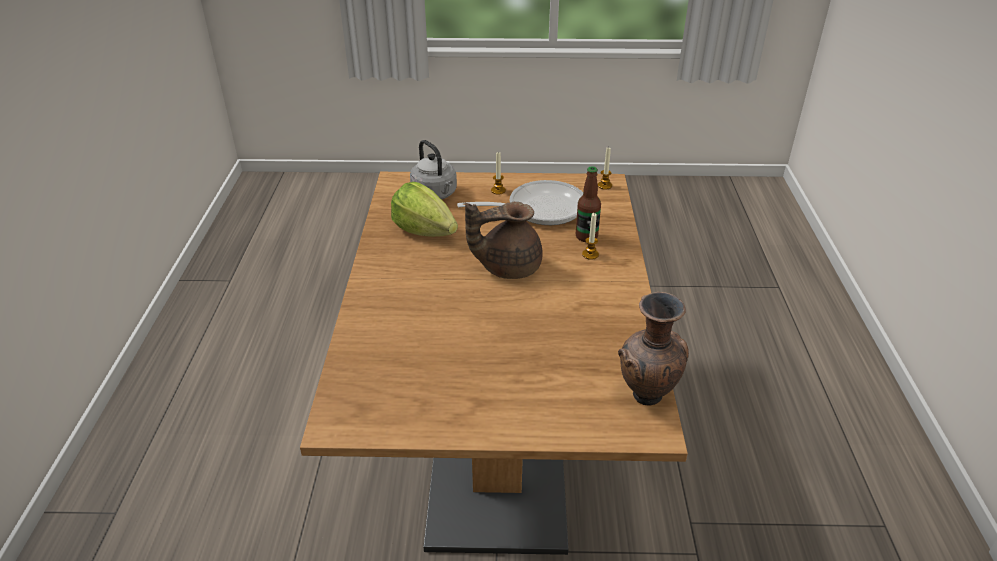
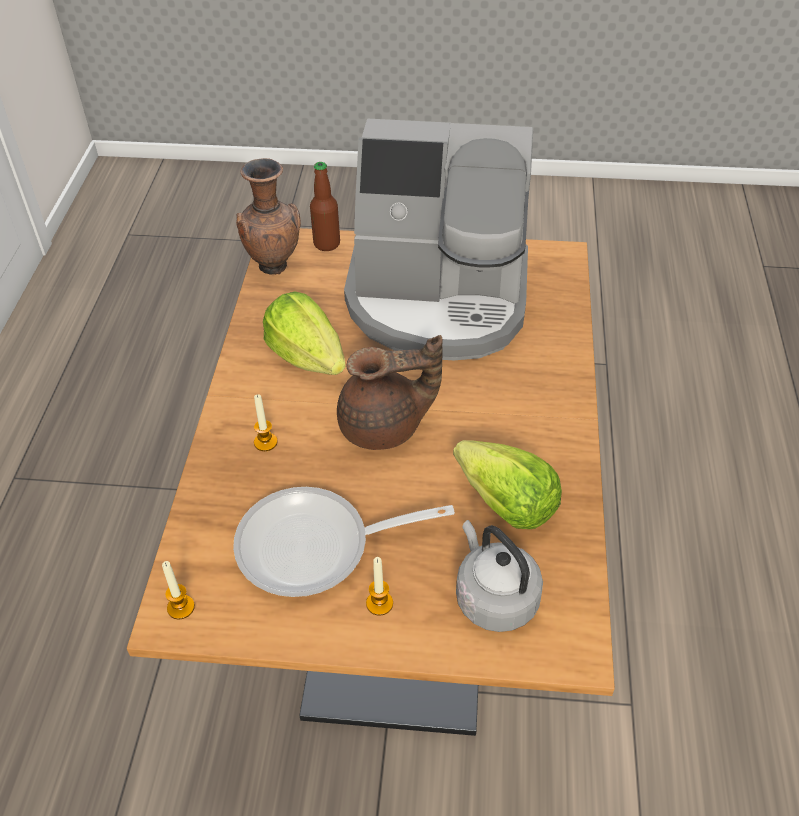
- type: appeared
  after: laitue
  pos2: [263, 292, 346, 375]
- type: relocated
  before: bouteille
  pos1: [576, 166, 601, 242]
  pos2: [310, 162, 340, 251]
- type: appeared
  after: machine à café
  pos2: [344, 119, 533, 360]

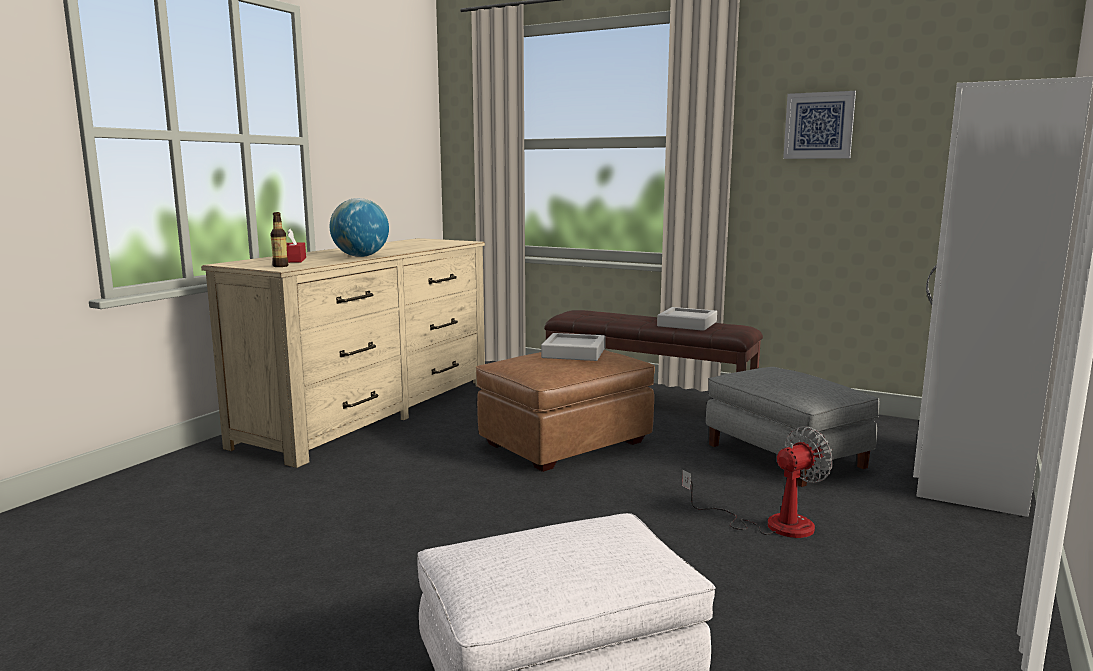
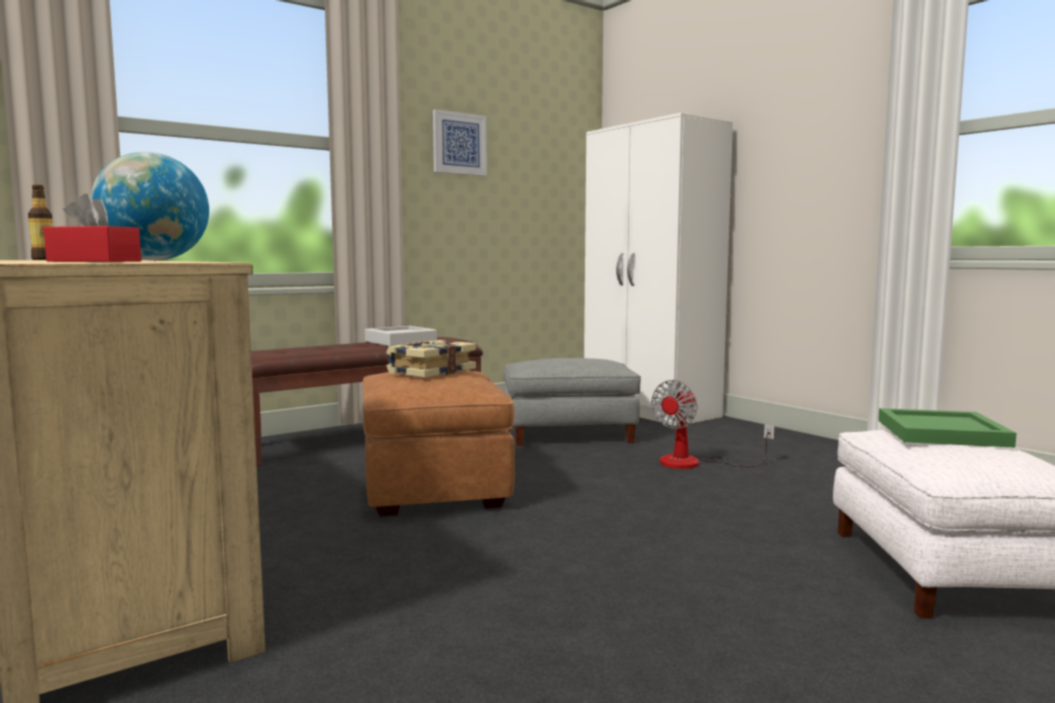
- type: relocated
  before: bouteille
  pos1: [270, 212, 288, 267]
  pos2: [28, 185, 53, 260]
- type: exchanged
  before: plateau [gris]
  after: livre
  pos1: [541, 333, 606, 361]
  pos2: [386, 340, 476, 378]
- type: spun
  before: ventilateur
  pos1: [682, 427, 834, 538]
  pos2: [651, 380, 775, 469]
  turn: -135
- type: appeared
  after: plateau [vert]
  pos2: [878, 408, 1016, 448]

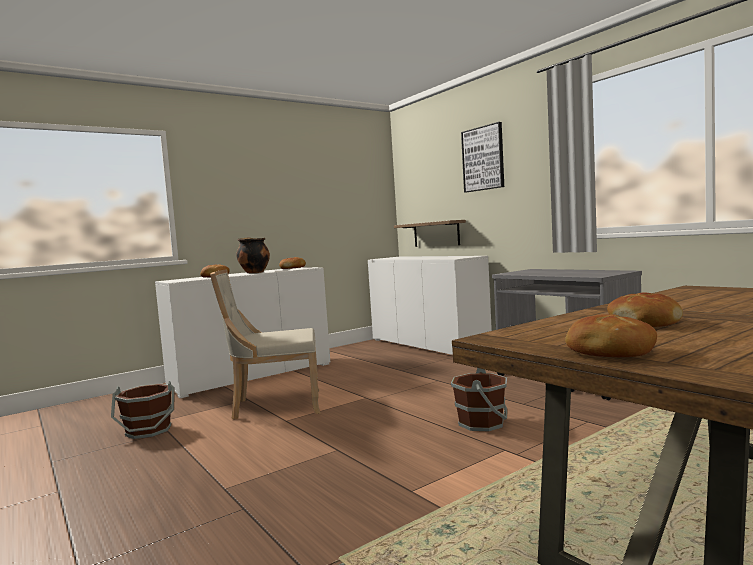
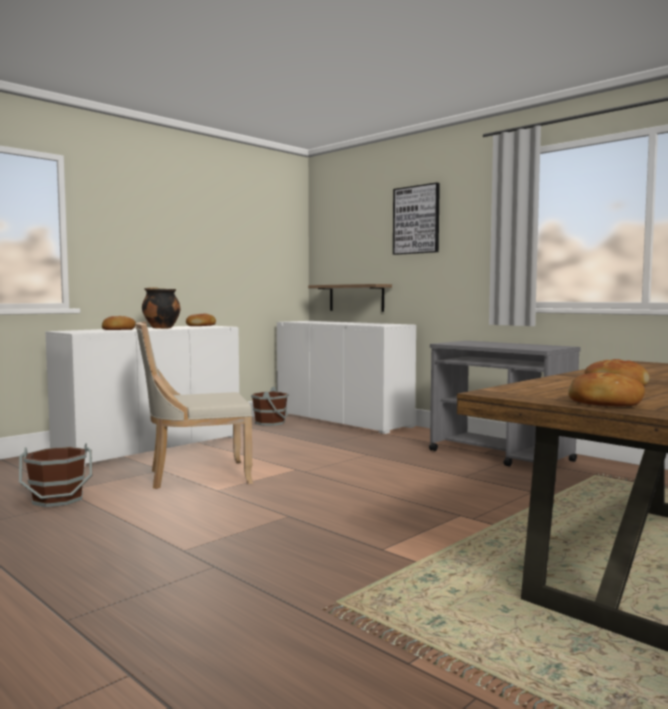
- type: relocated
  before: seau [marron]
  pos1: [451, 368, 508, 431]
  pos2: [251, 387, 289, 426]

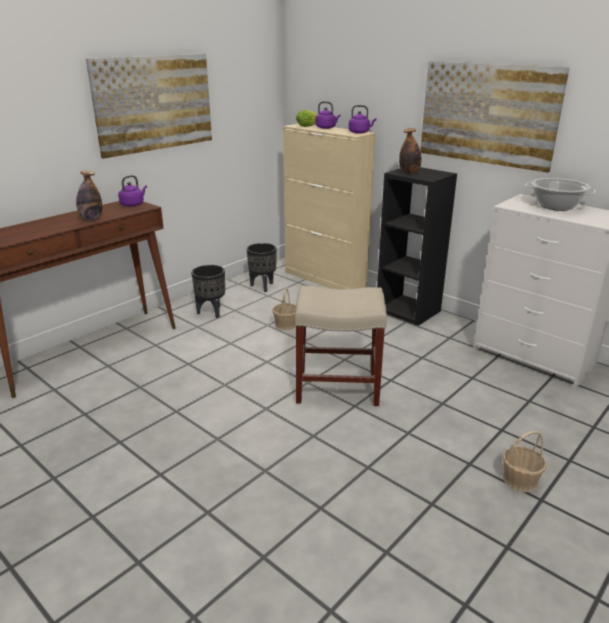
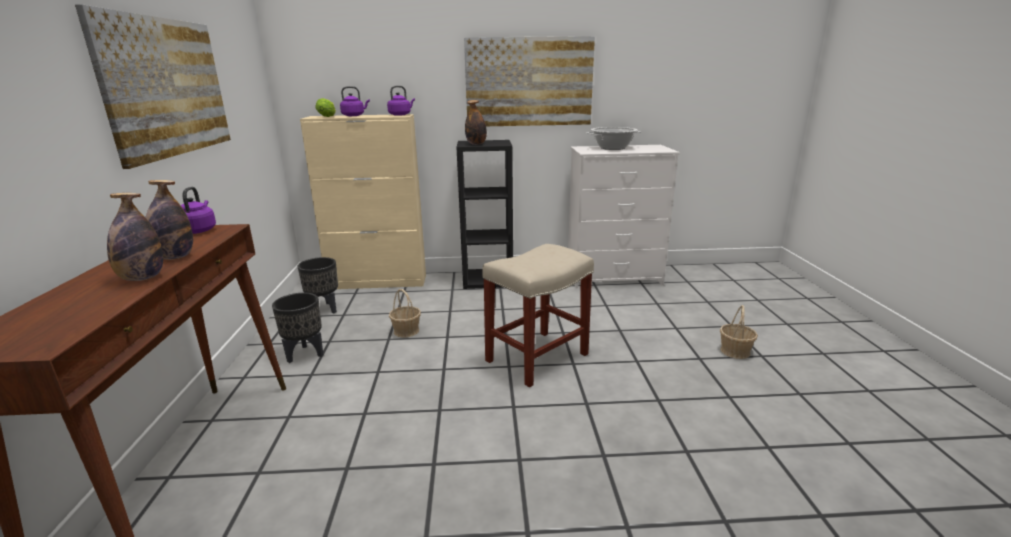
- type: appeared
  after: bouteille
  pos2: [107, 193, 163, 281]

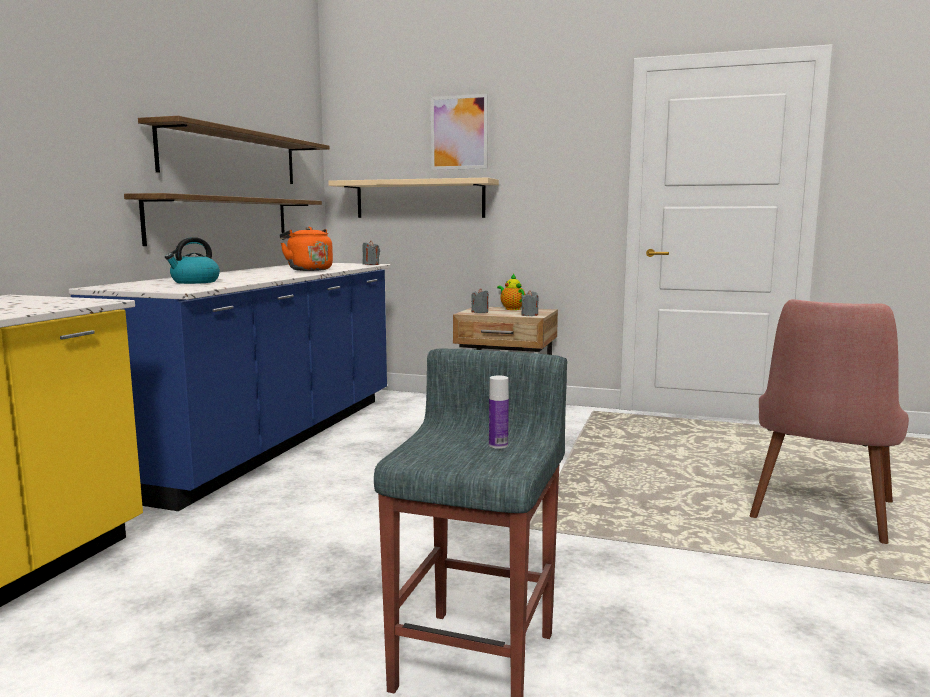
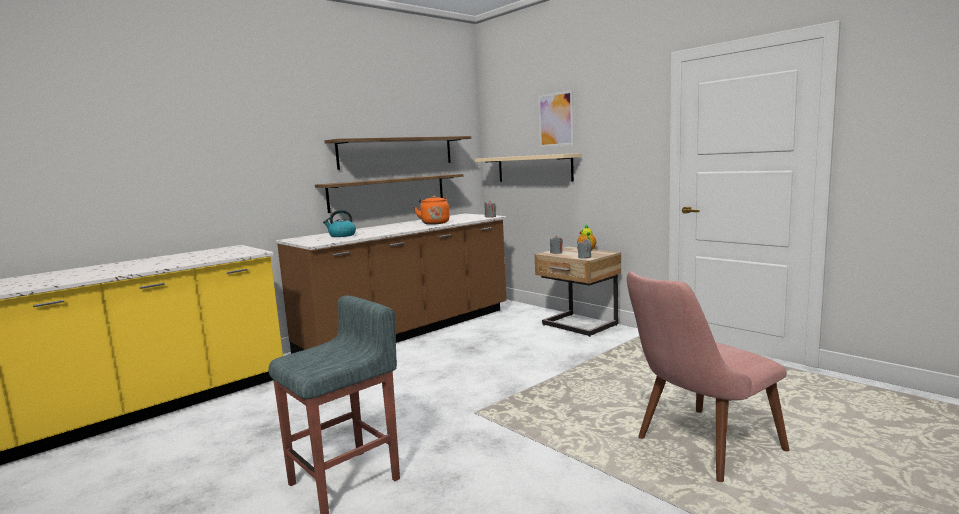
- type: colour
  before: comptoir de cuisine [bleu]
  after: comptoir de cuisine [marron]
  pos1: [69, 263, 391, 511]
  pos2: [276, 214, 506, 354]
- type: missing
  before: bouteille
  pos1: [489, 376, 509, 449]

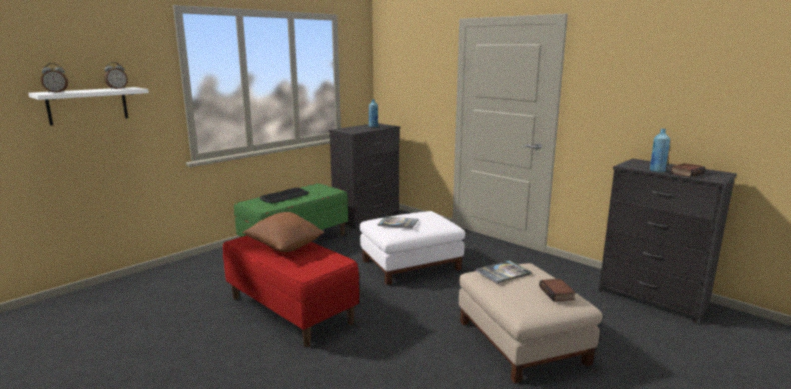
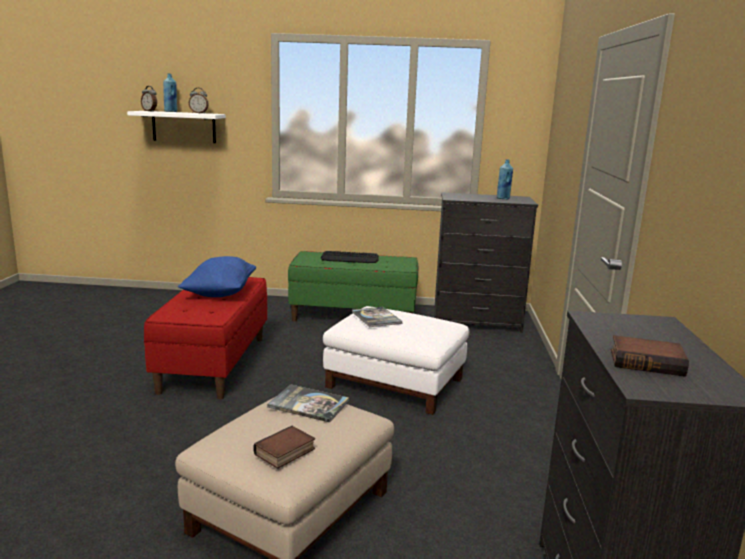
- type: relocated
  before: bouteille [bleu]
  pos1: [650, 129, 670, 172]
  pos2: [163, 74, 177, 112]
- type: colour
  before: coussin [marron]
  after: coussin [bleu]
  pos1: [243, 212, 324, 252]
  pos2: [178, 256, 256, 297]

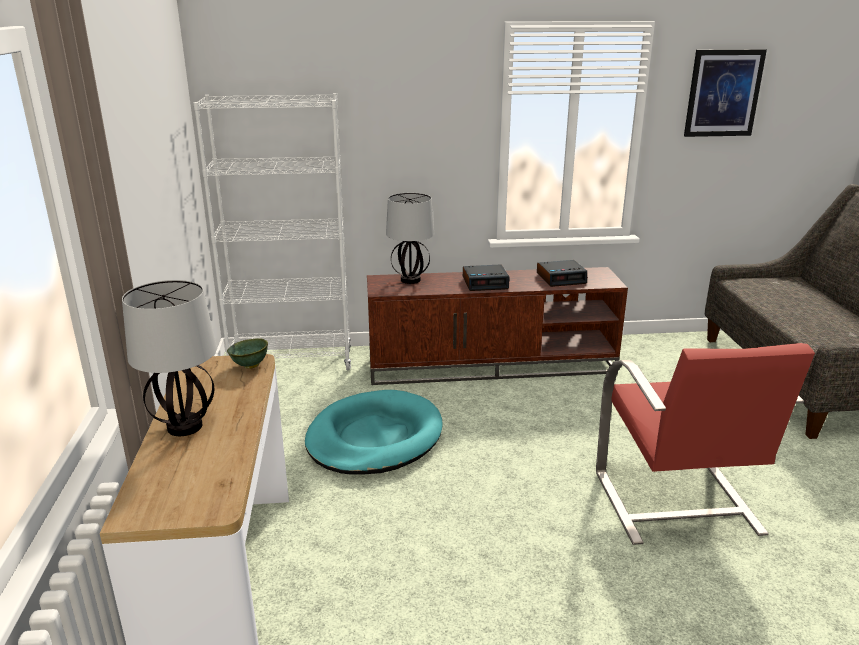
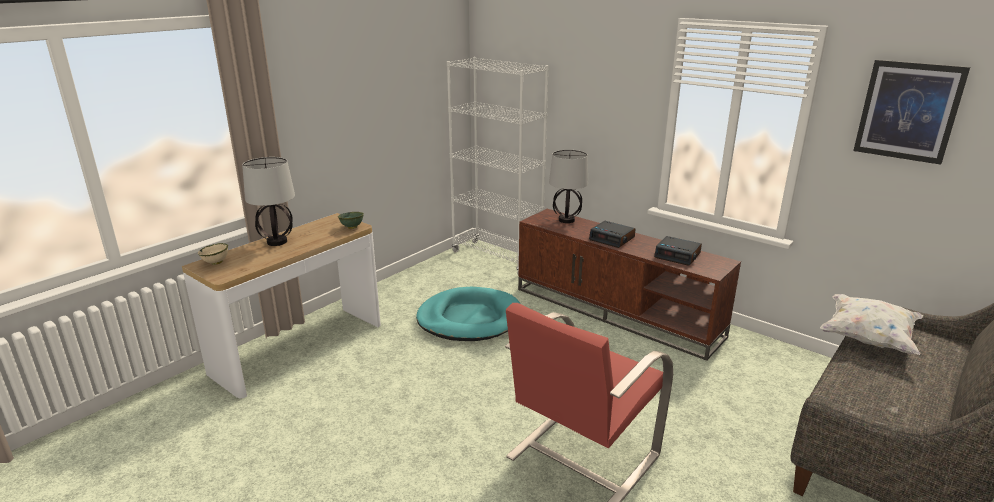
- type: appeared
  after: bol [beige]
  pos2: [198, 243, 228, 265]
- type: appeared
  after: coussin [blanc]
  pos2: [820, 294, 923, 355]

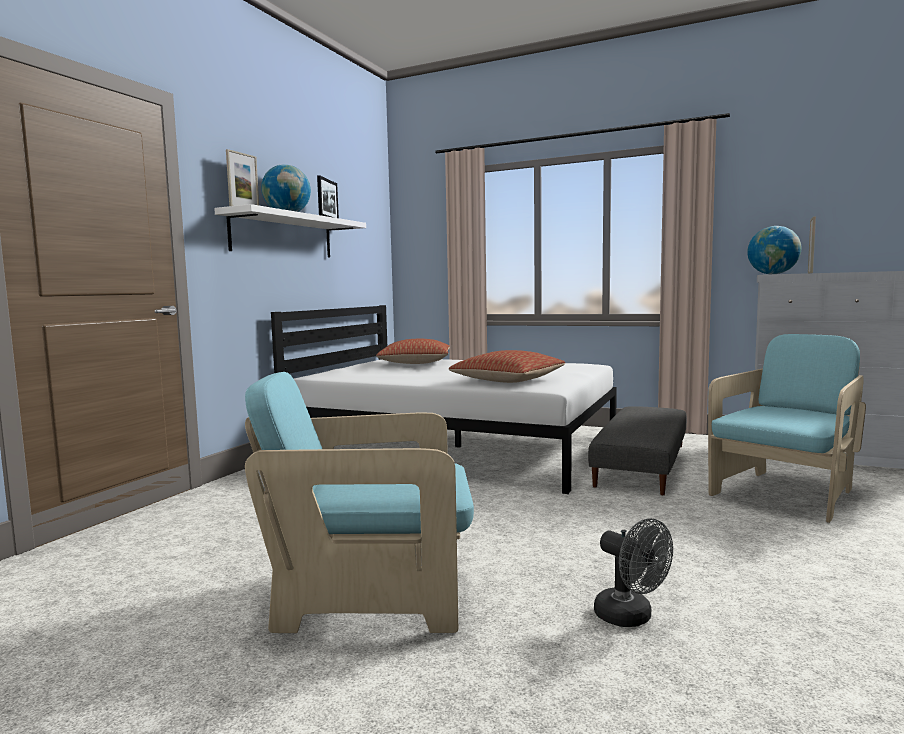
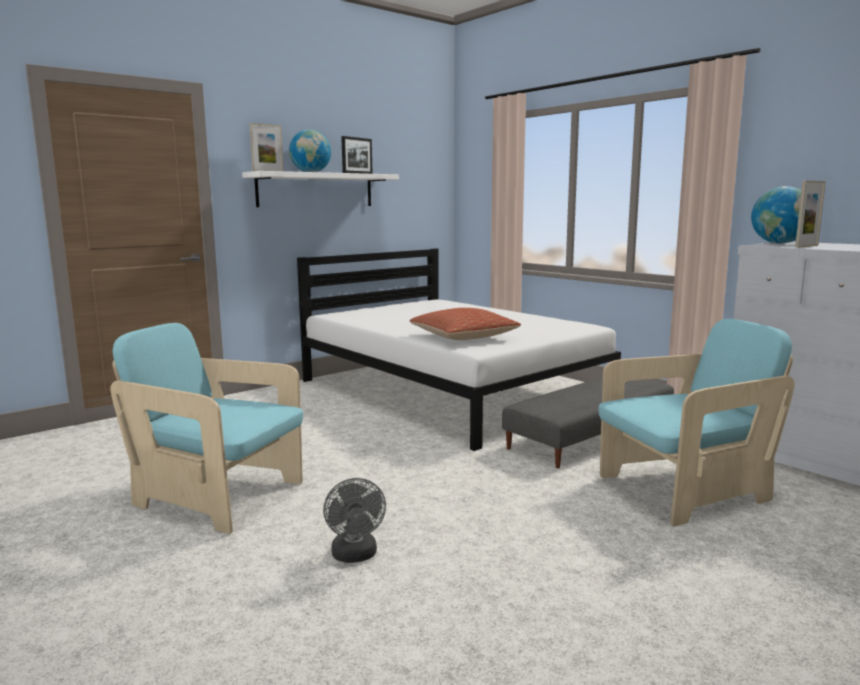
- type: missing
  before: coussin
  pos1: [376, 339, 450, 364]

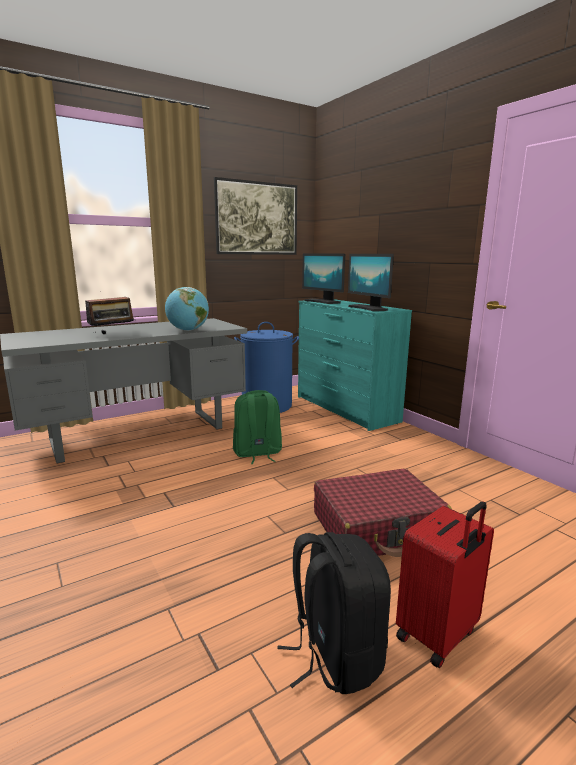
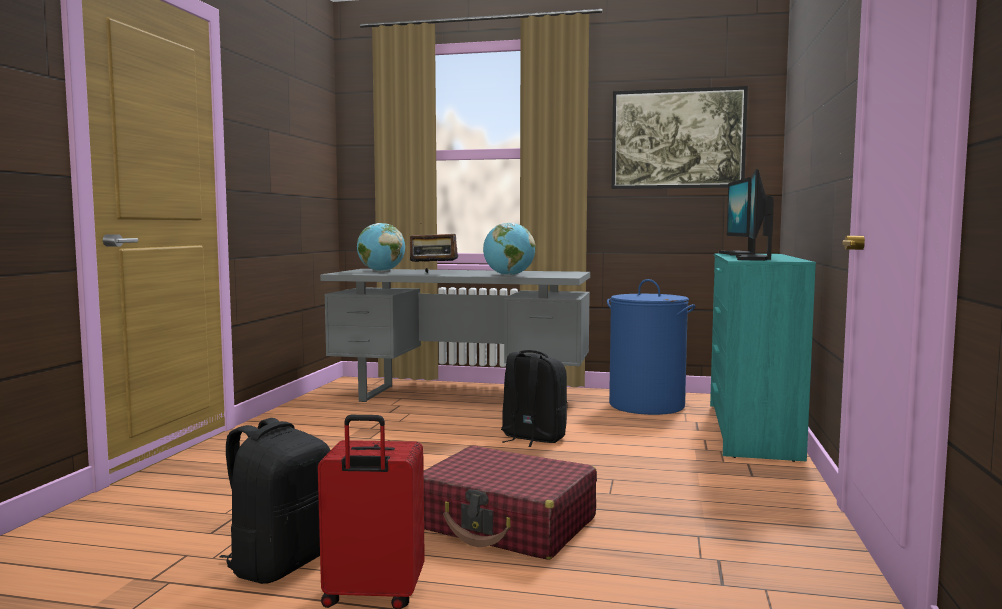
- type: appeared
  after: globe
  pos2: [357, 223, 405, 272]
- type: colour
  before: sac à dos [vert]
  after: sac à dos [noir]
  pos1: [233, 390, 282, 464]
  pos2: [501, 350, 568, 447]

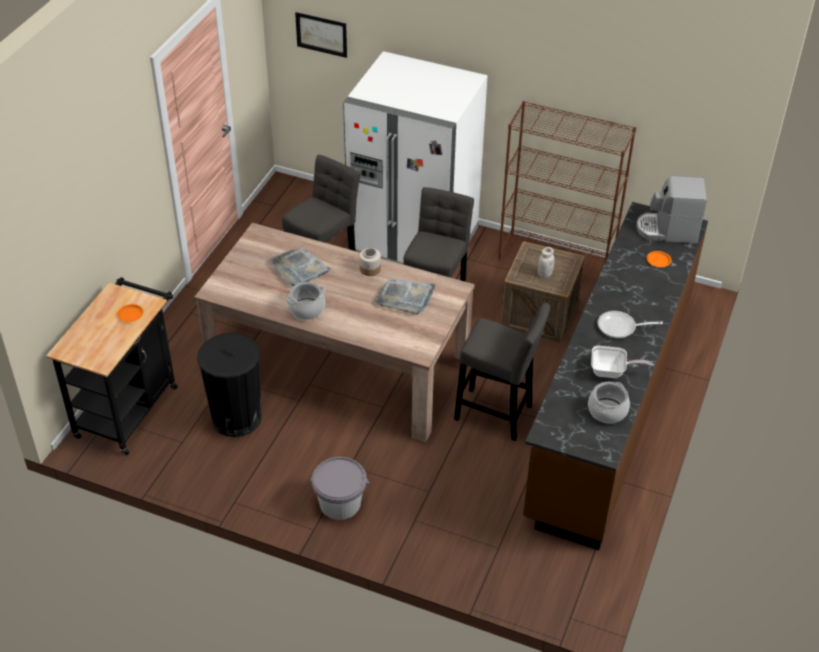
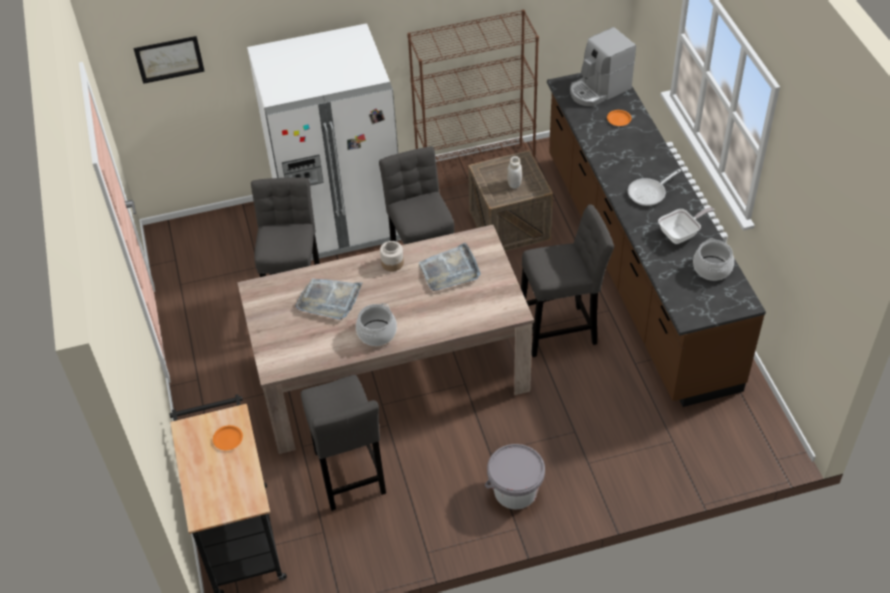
- type: exchanged
  before: poubelle [noir]
  after: tabouret [gris]
  pos1: [197, 333, 262, 437]
  pos2: [301, 375, 386, 511]

